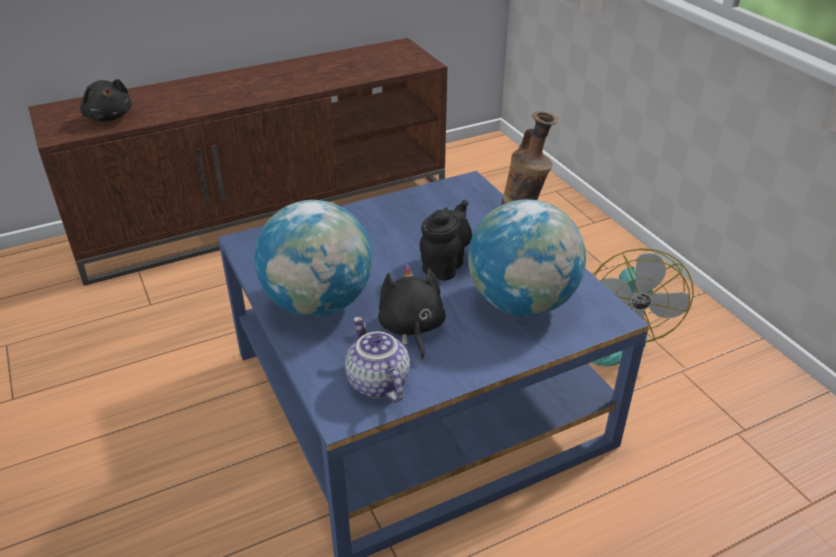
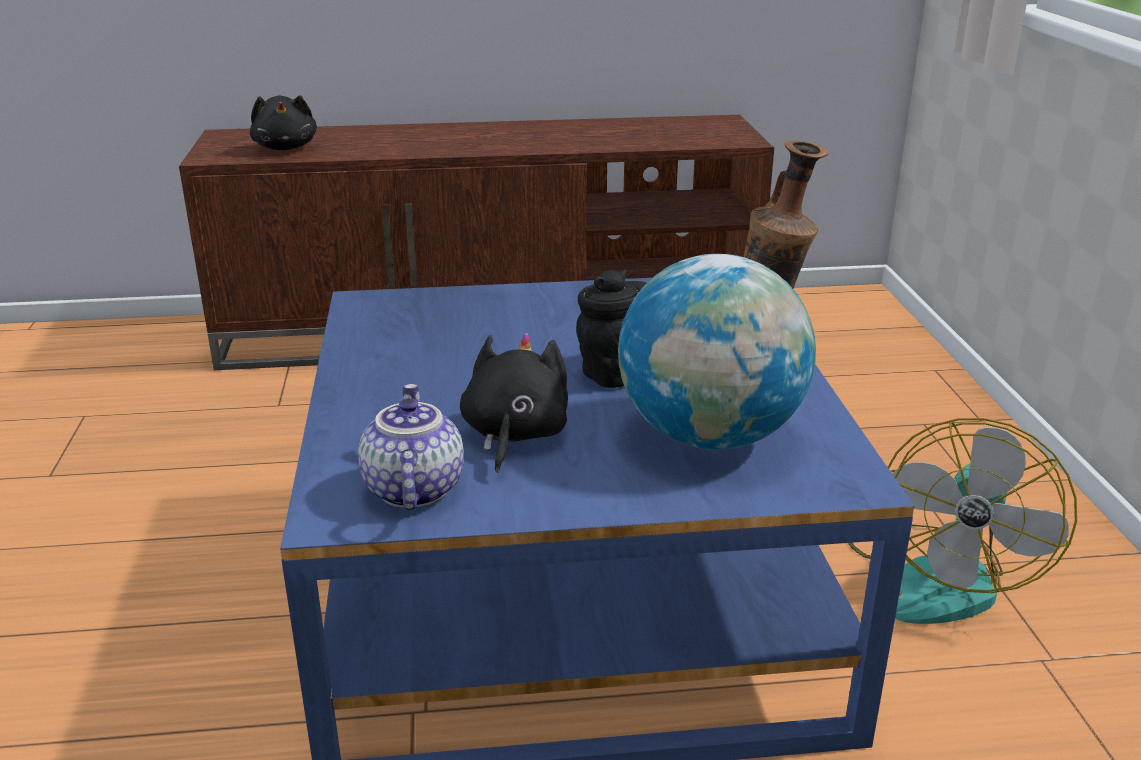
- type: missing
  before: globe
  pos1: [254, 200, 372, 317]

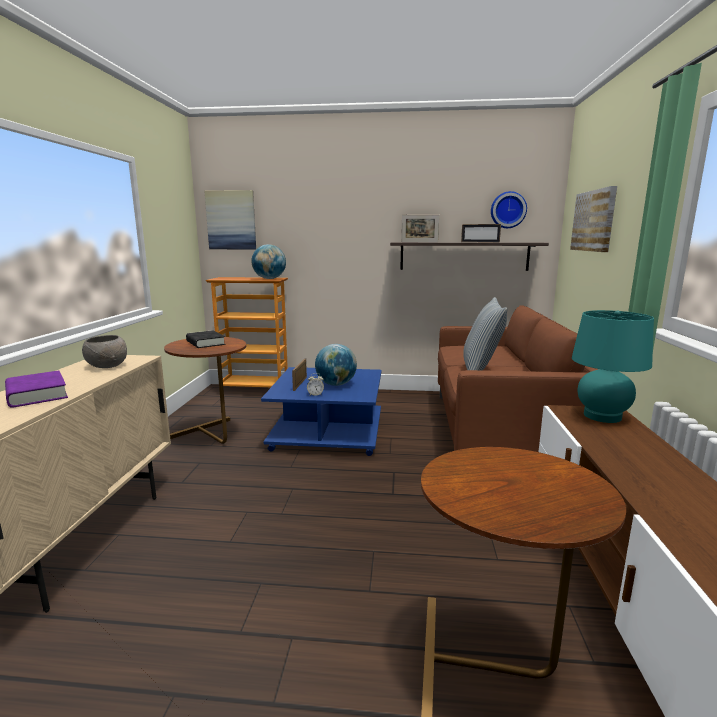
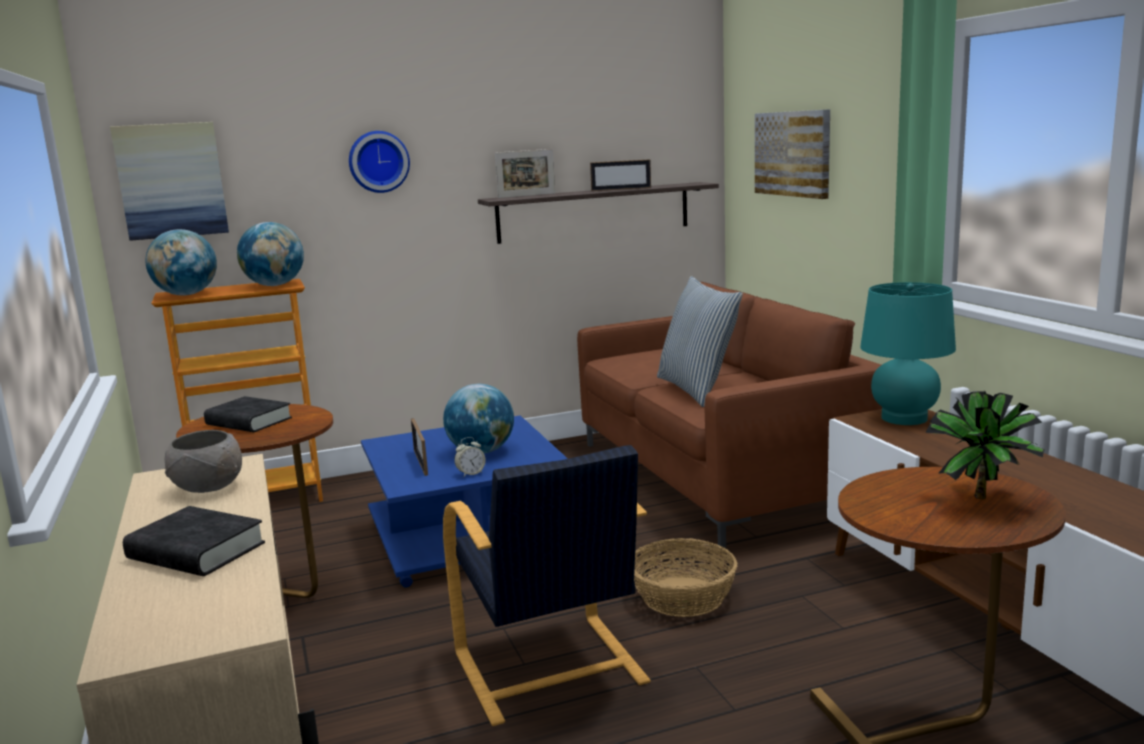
- type: colour
  before: livre [violet]
  after: livre [noir]
  pos1: [5, 370, 68, 408]
  pos2: [123, 506, 265, 576]
- type: appeared
  after: globe
  pos2: [146, 229, 217, 296]
- type: relocated
  before: horloge murale
  pos1: [491, 191, 527, 228]
  pos2: [349, 131, 410, 193]
- type: appeared
  after: fauteuil [noir]
  pos2: [443, 445, 651, 726]
- type: appeared
  after: panier
  pos2: [634, 538, 738, 617]
- type: appeared
  after: plante en pot
  pos2: [926, 391, 1044, 500]

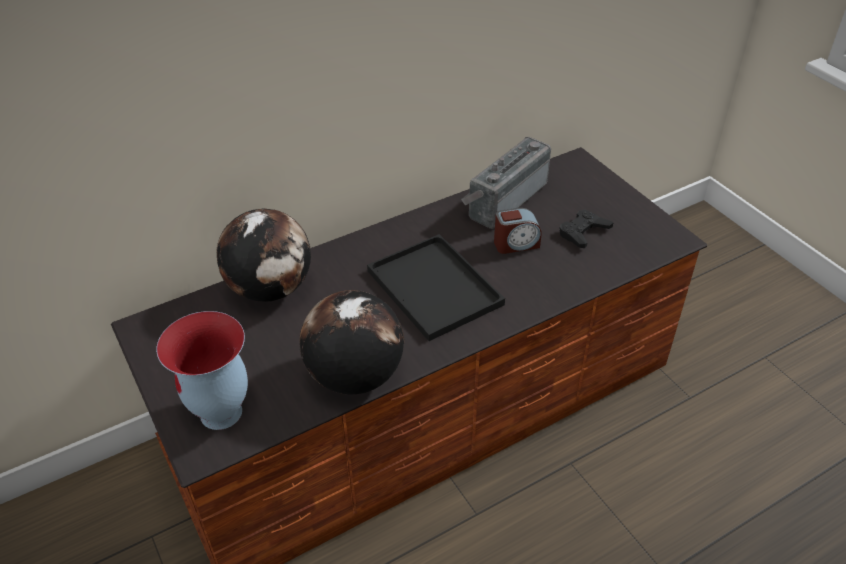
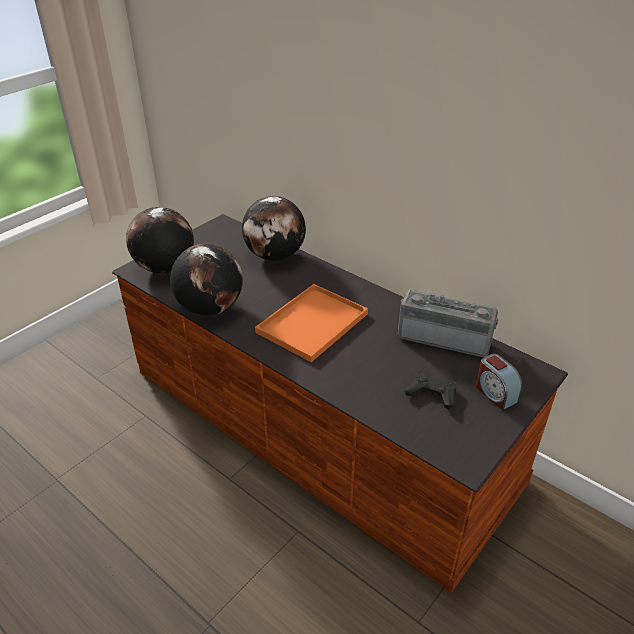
- type: exchanged
  before: vase
  after: globe
  pos1: [156, 311, 248, 430]
  pos2: [126, 207, 194, 273]
- type: colour
  before: plateau [noir]
  after: plateau [orange]
  pos1: [367, 234, 505, 341]
  pos2: [255, 284, 368, 362]
- type: relocated
  before: réveil
  pos1: [494, 208, 542, 254]
  pos2: [476, 354, 522, 410]

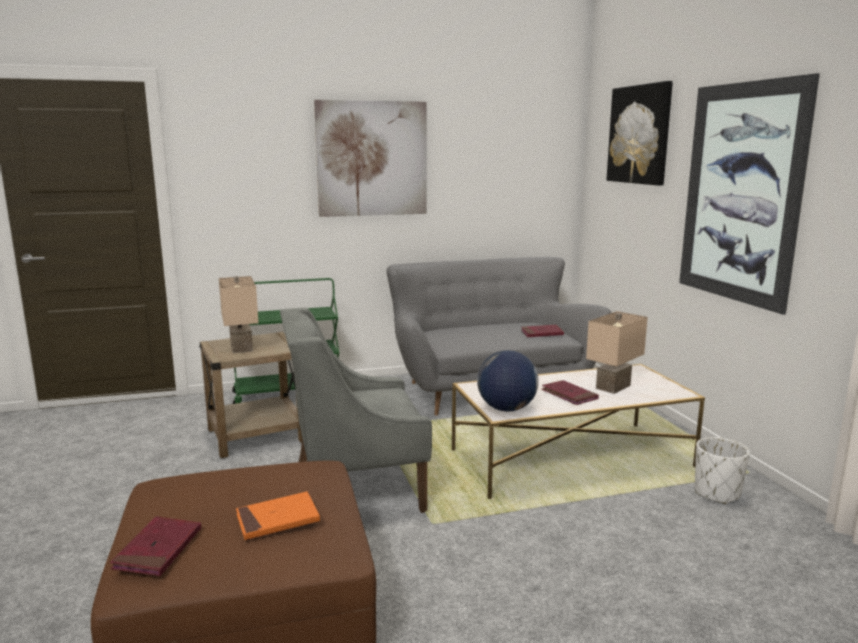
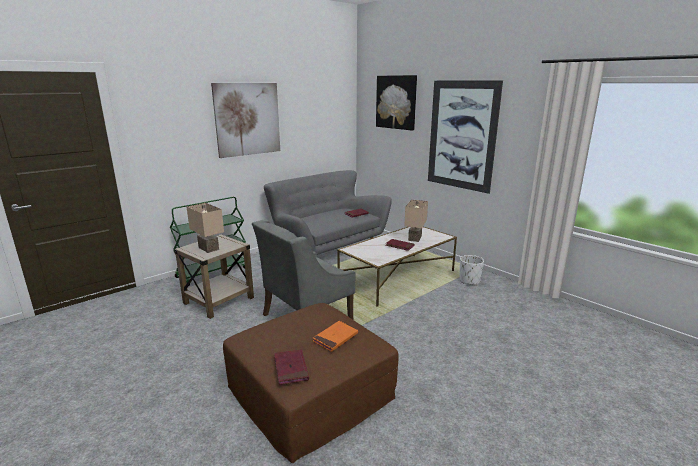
- type: missing
  before: globe
  pos1: [477, 350, 539, 412]

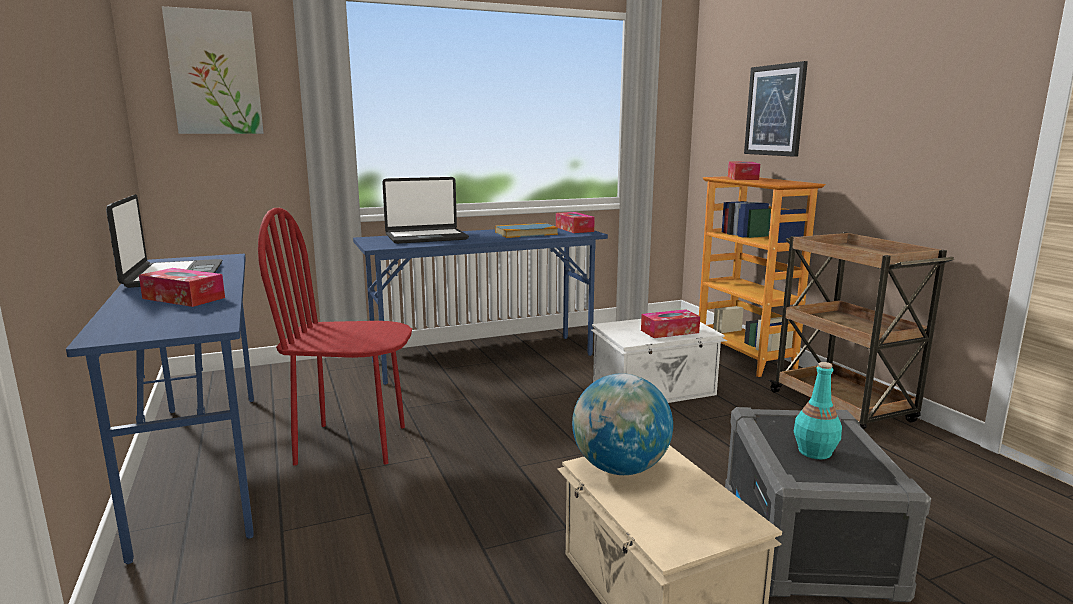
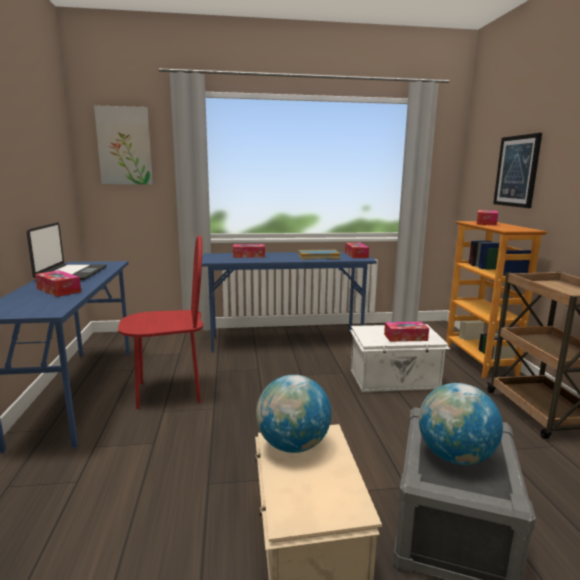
- type: spun
  before: chaise [rouge]
  pos1: [258, 208, 412, 465]
  pos2: [118, 236, 203, 409]
  turn: 150
- type: exchanged
  before: ordinateur portable
  after: boîte à mouchoirs
  pos1: [382, 177, 469, 244]
  pos2: [233, 244, 265, 258]
- type: exchanged
  before: bouteille [turquoise]
  after: globe
  pos1: [794, 362, 842, 459]
  pos2: [419, 383, 503, 465]

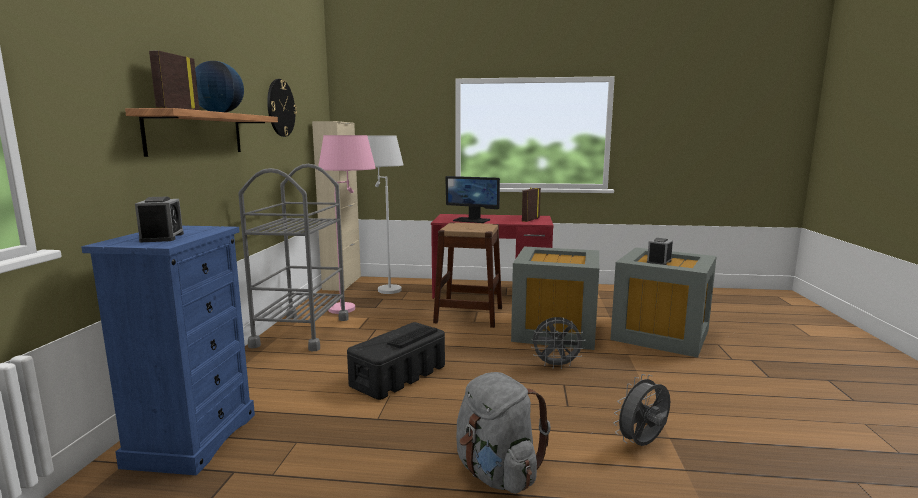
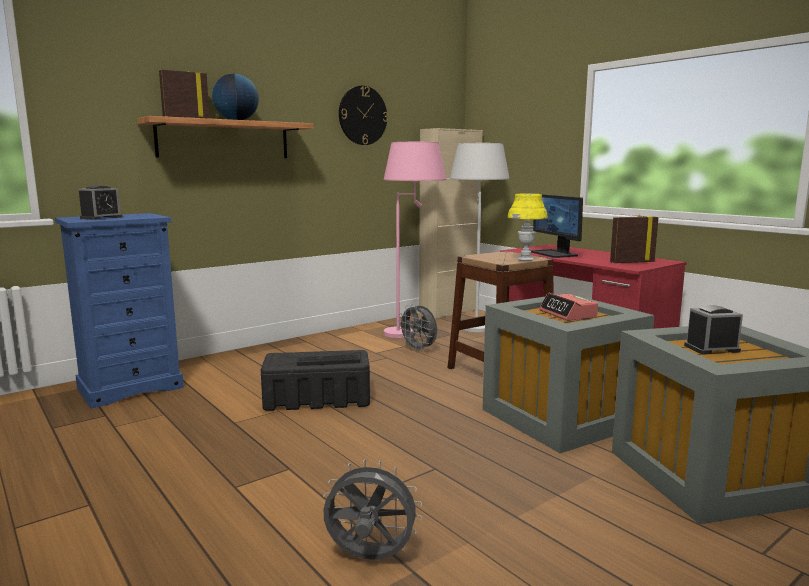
- type: relocated
  before: ventilateur [gris]
  pos1: [531, 317, 586, 369]
  pos2: [398, 304, 437, 352]
- type: appeared
  after: lampe de table [jaune]
  pos2: [508, 194, 548, 261]
- type: appeared
  after: réveil
  pos2: [539, 293, 598, 321]
- type: missing
  before: chariot [gris]
  pos1: [238, 164, 349, 351]
- type: missing
  before: sac à dos [gris]
  pos1: [456, 372, 551, 494]

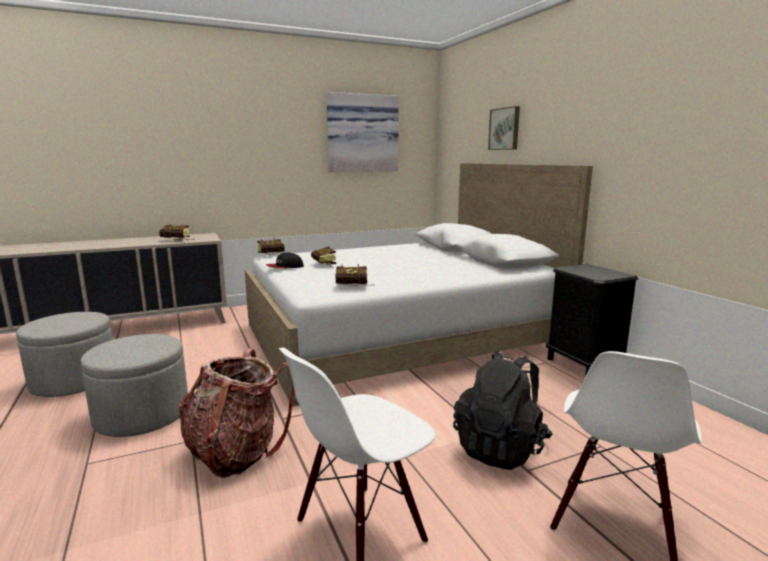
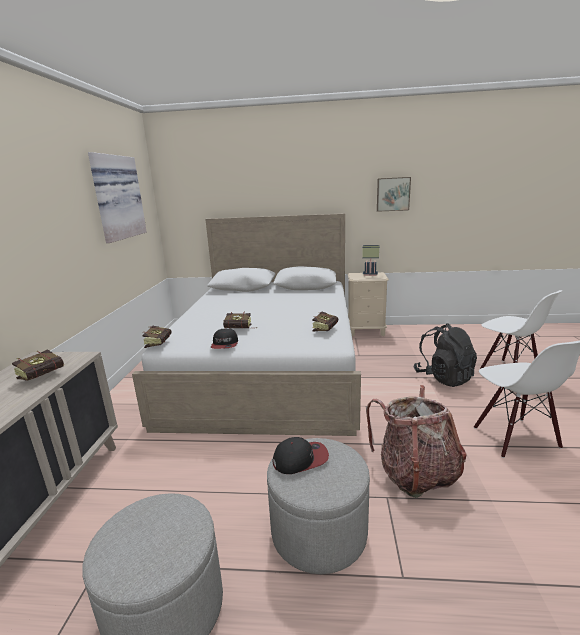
- type: appeared
  after: casquette
  pos2: [272, 437, 329, 474]
- type: colour
  before: table de chevet [noir]
  after: table de chevet [beige]
  pos1: [546, 264, 638, 377]
  pos2: [348, 272, 389, 336]
- type: appeared
  after: lampe de table
  pos2: [362, 245, 379, 276]
- type: relocated
  before: tableau
  pos1: [488, 106, 520, 150]
  pos2: [377, 177, 411, 212]

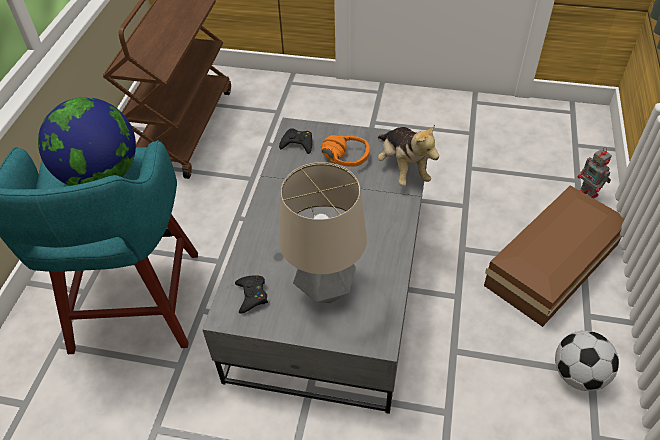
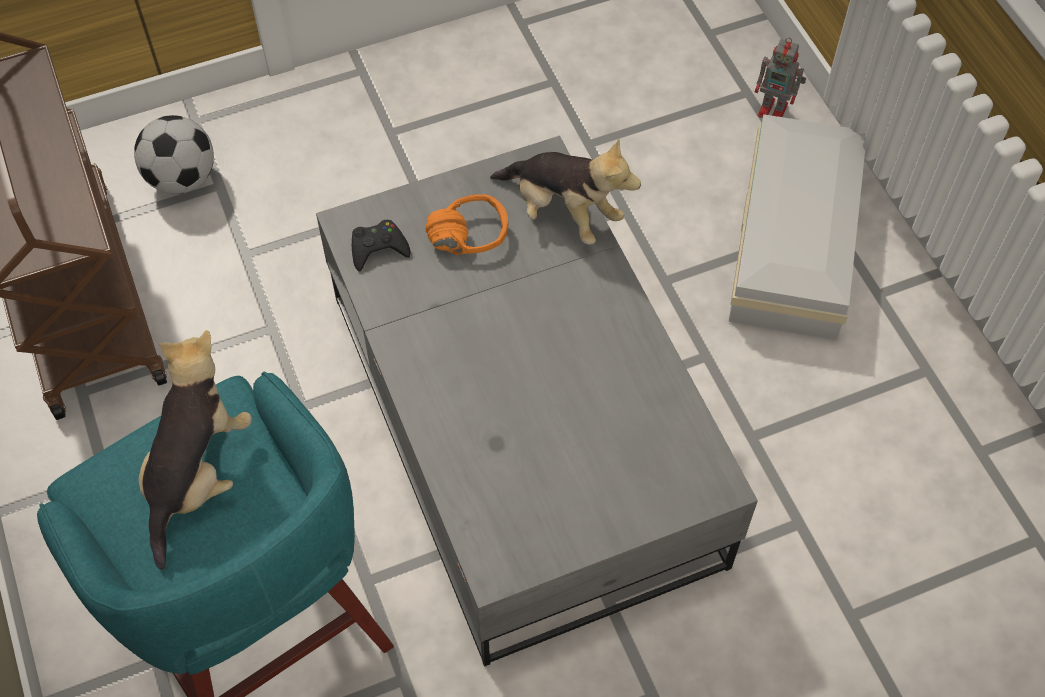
- type: relocated
  before: ballon de foot
  pos1: [555, 331, 619, 391]
  pos2: [134, 115, 214, 194]
- type: exchanged
  before: globe
  after: peluche
  pos1: [38, 97, 136, 186]
  pos2: [139, 330, 252, 570]
- type: colour
  before: boîte de rangement [marron]
  after: boîte de rangement [blanc]
  pos1: [484, 185, 625, 327]
  pos2: [729, 114, 866, 340]
- type: missing
  before: manette [noir]
  pos1: [235, 275, 268, 313]
- type: missing
  before: lampe de table
  pos1: [279, 162, 367, 303]

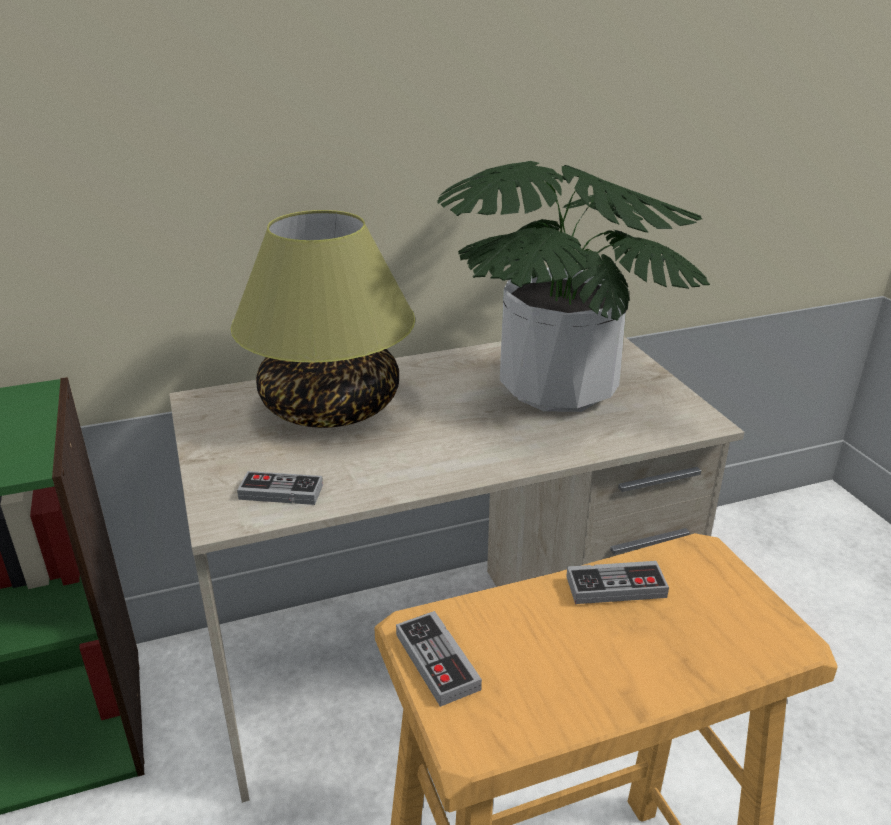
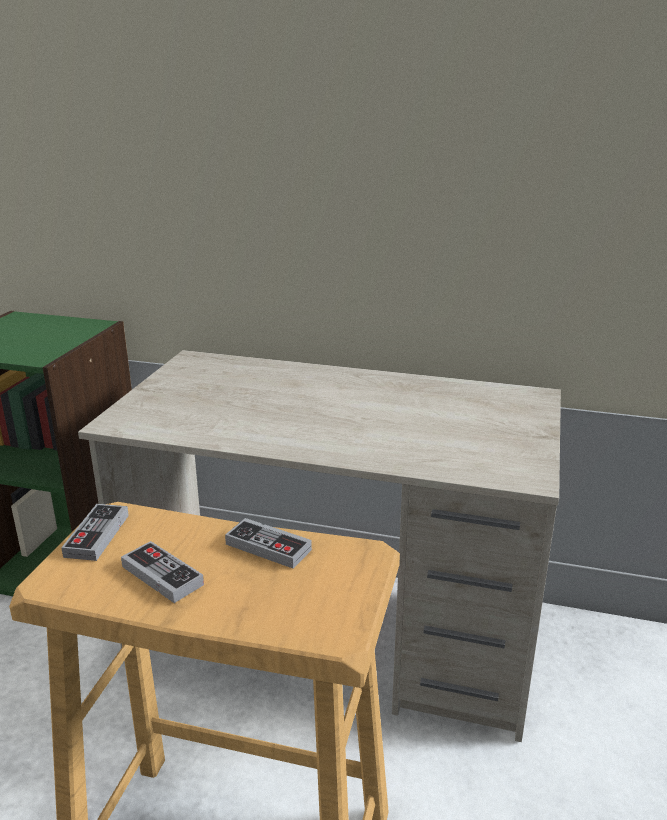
- type: relocated
  before: manette
  pos1: [237, 471, 323, 505]
  pos2: [121, 541, 204, 603]
- type: missing
  before: lampe de table
  pos1: [231, 210, 415, 428]
- type: missing
  before: plante en pot
  pos1: [437, 161, 710, 412]

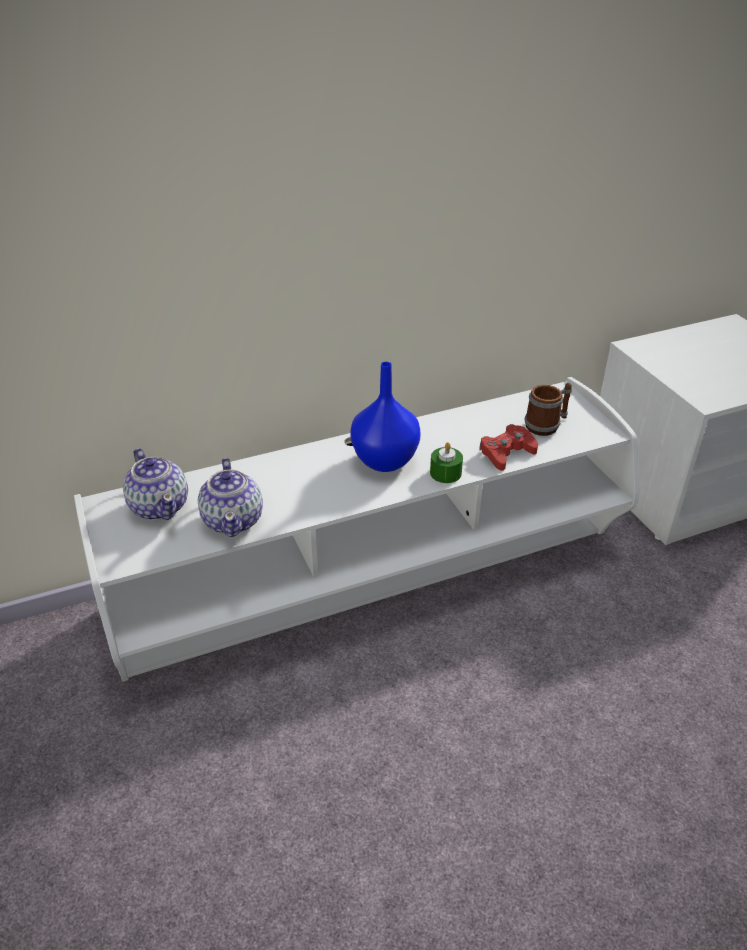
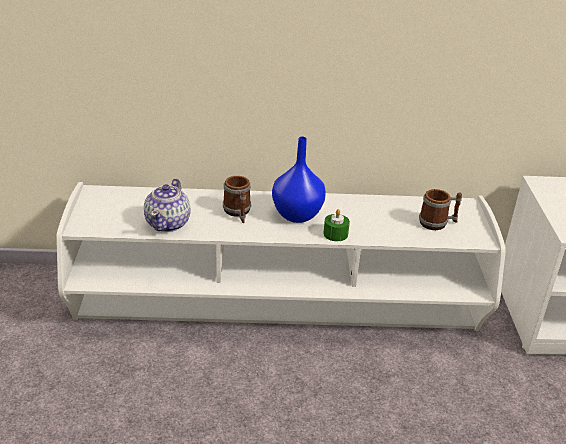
- type: appeared
  after: mug
  pos2: [223, 176, 251, 224]
- type: missing
  before: théière
  pos1: [123, 448, 188, 520]
- type: missing
  before: manette [rouge]
  pos1: [479, 424, 538, 471]

